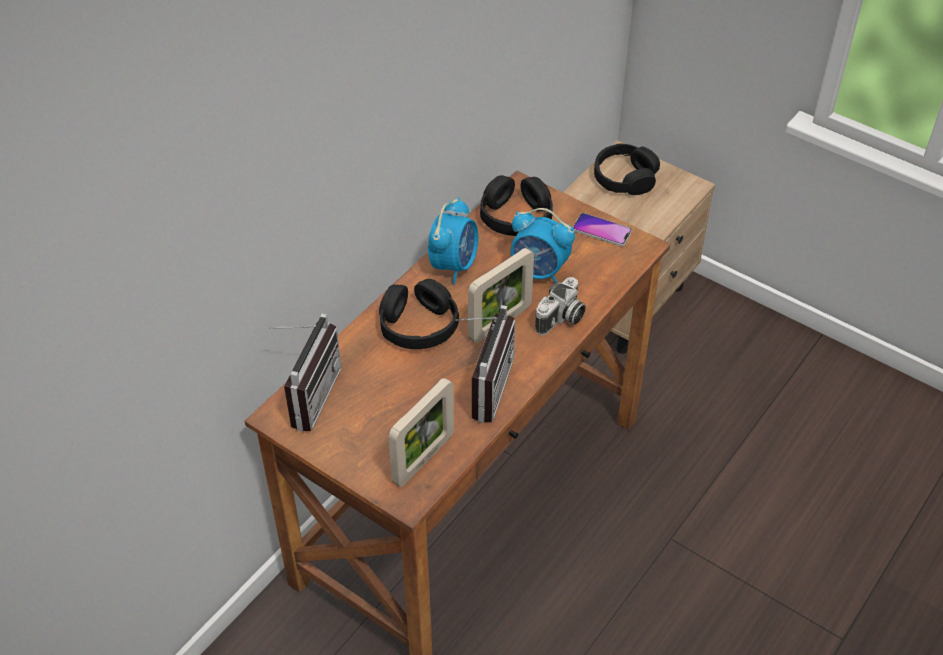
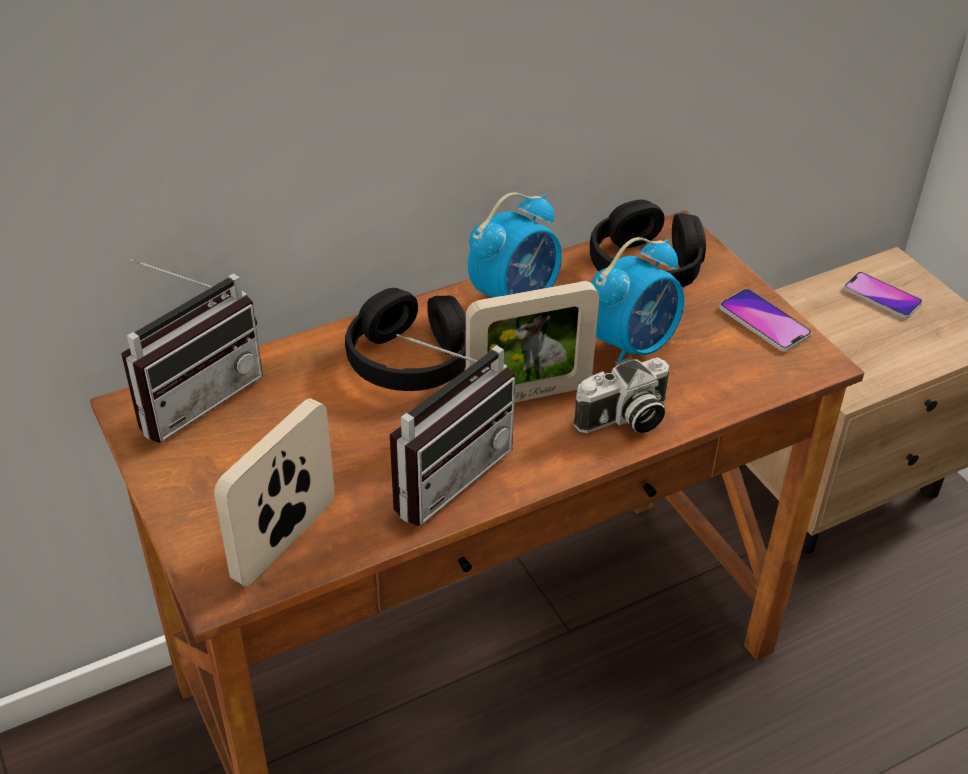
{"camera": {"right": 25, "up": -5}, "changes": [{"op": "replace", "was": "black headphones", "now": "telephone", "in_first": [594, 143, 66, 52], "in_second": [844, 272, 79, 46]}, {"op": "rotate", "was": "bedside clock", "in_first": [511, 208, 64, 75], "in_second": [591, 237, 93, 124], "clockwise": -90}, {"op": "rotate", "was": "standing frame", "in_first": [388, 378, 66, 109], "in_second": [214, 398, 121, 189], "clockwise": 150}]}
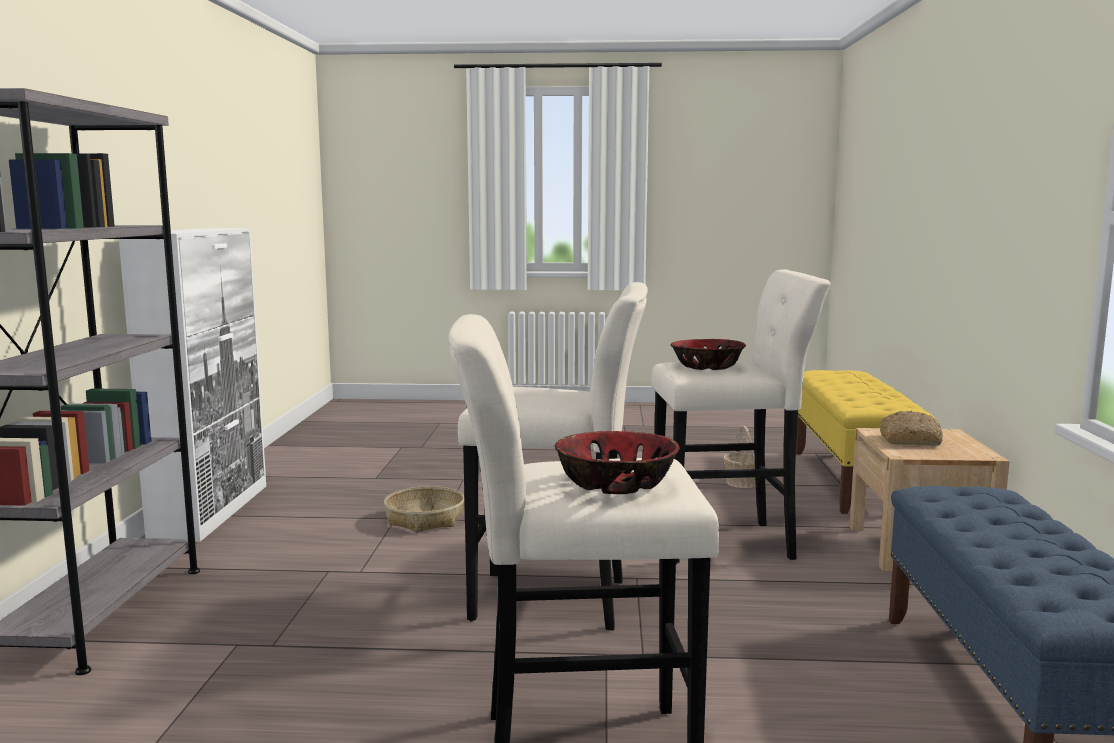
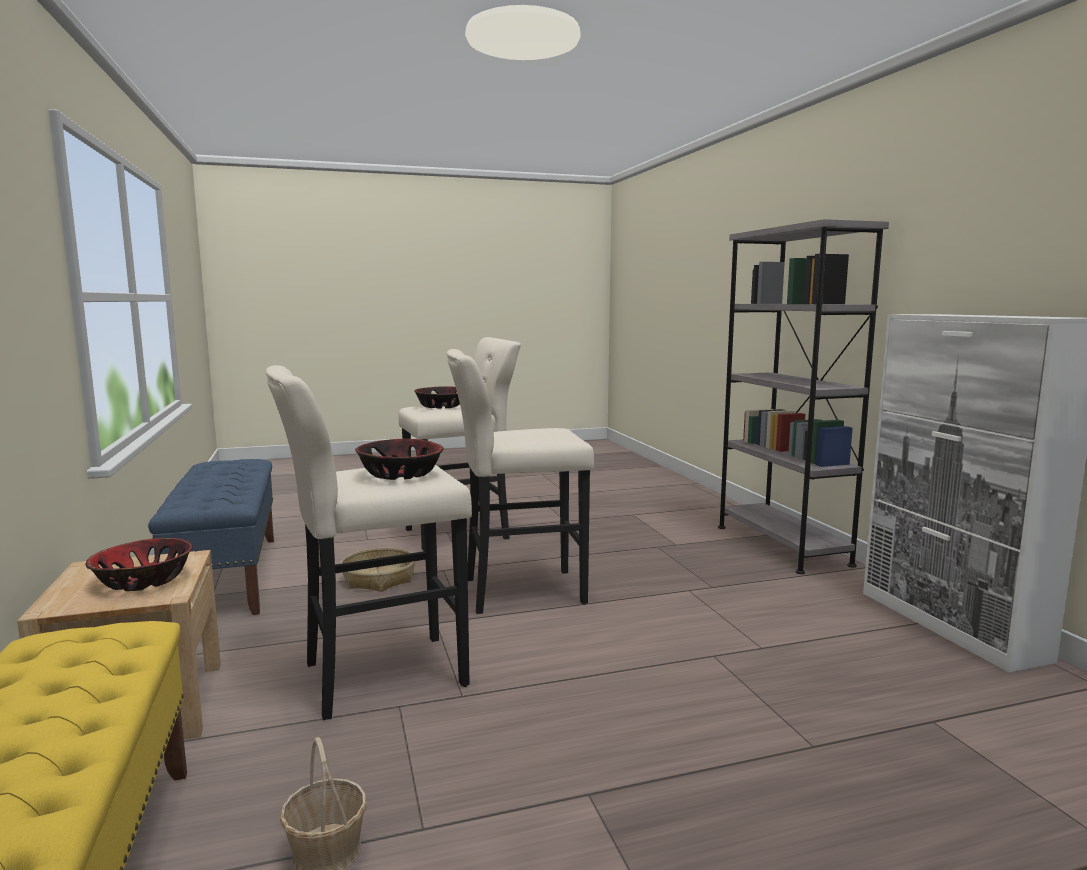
{"camera": {"right": 160, "up": 0}, "changes": [{"op": "replace", "was": "bakery bread", "now": "serving bowl", "in_first": [880, 411, 63, 35], "in_second": [85, 538, 108, 53]}, {"op": "move", "was": "household basket", "in_first": [384, 486, 80, 47], "in_second": [341, 548, 74, 44]}]}
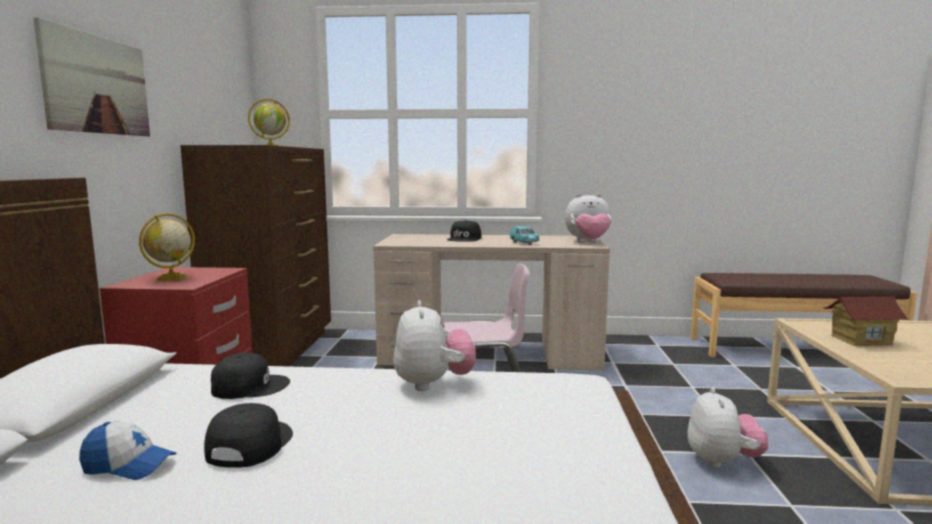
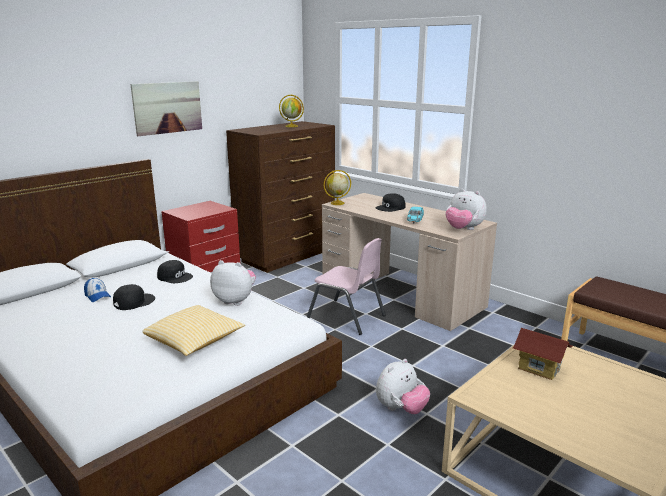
{"camera": {"right": 40, "up": 10}, "changes": [{"op": "move", "was": "globe", "in_first": [139, 213, 56, 68], "in_second": [324, 170, 27, 35]}, {"op": "rotate", "was": "cuddly toy", "in_first": [393, 300, 83, 91], "in_second": [210, 260, 46, 46], "clockwise": -105}, {"op": "insert", "now": "cushion", "in_second": [142, 305, 103, 51]}]}
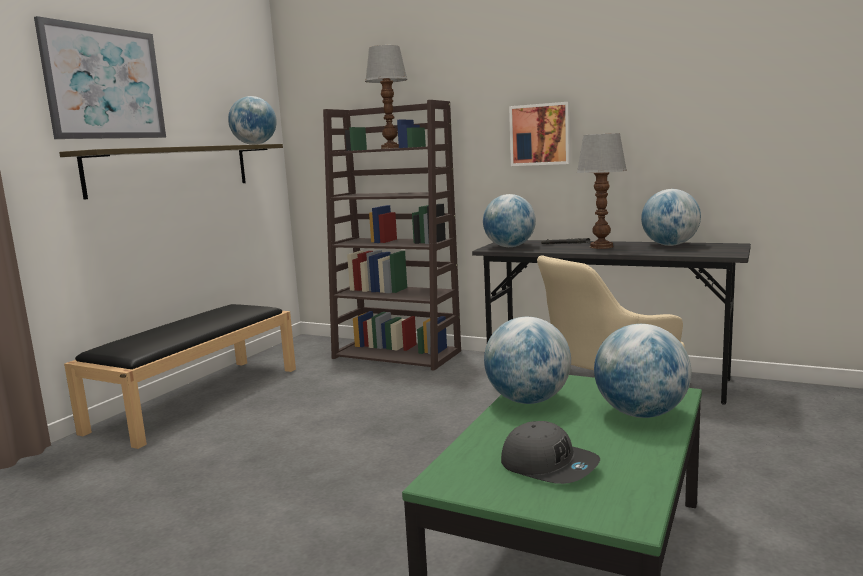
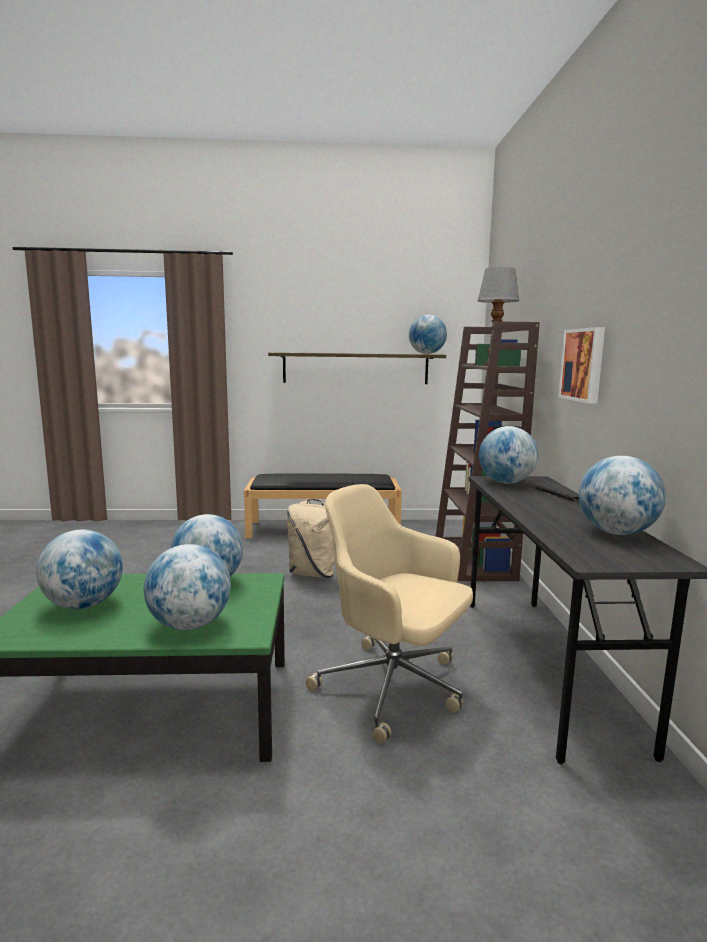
{"camera": {"right": 60, "up": 0}, "changes": [{"op": "delete", "was": "wall picture", "in_first": [34, 16, 132, 123]}, {"op": "delete", "was": "lamp for a table", "in_first": [576, 133, 51, 116]}, {"op": "replace", "was": "gray baseball cap", "now": "globe", "in_first": [501, 421, 99, 63], "in_second": [36, 530, 87, 79]}, {"op": "insert", "now": "beige knapsack", "in_second": [287, 499, 49, 79]}]}
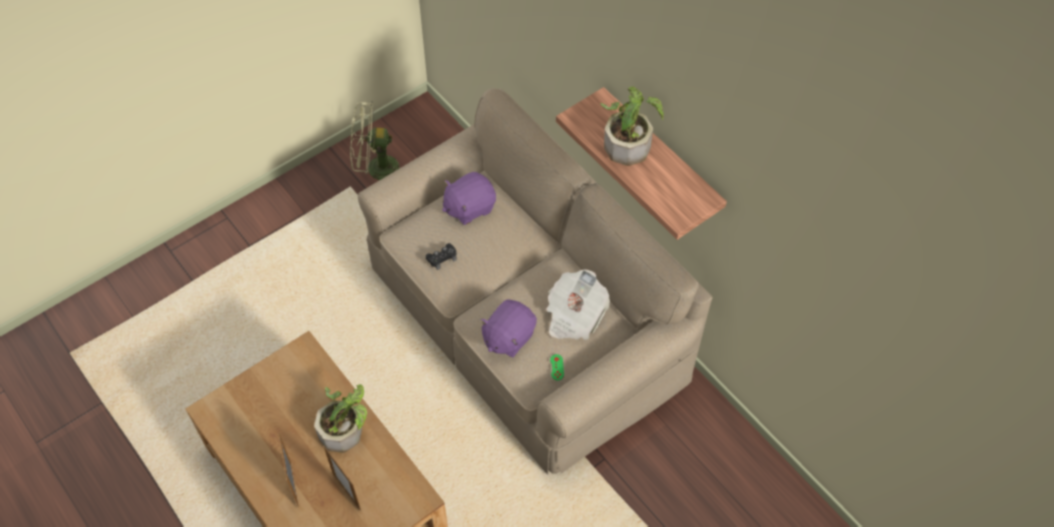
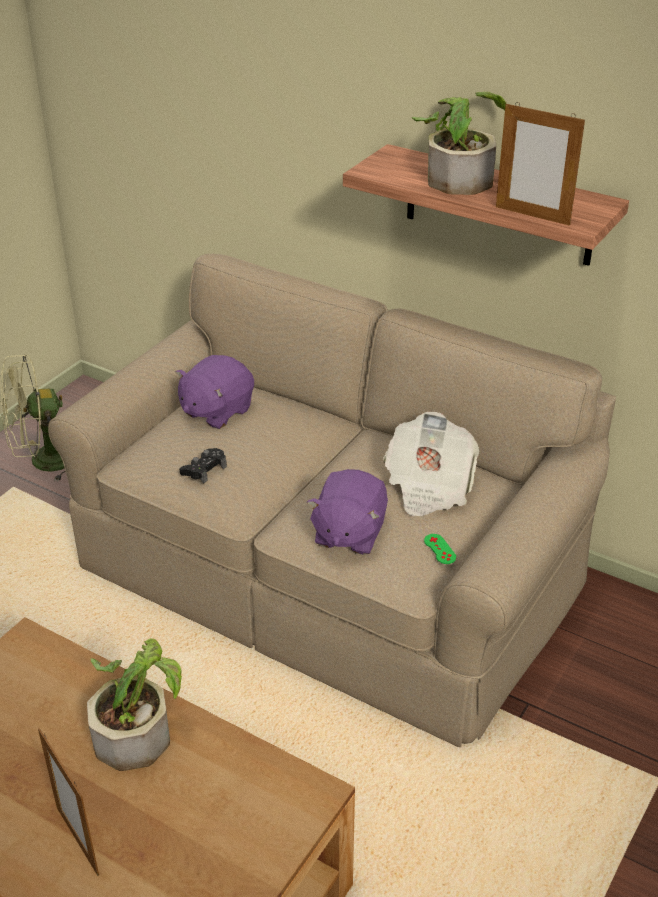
{"camera": {"right": -20, "up": -20}, "changes": [{"op": "move", "was": "standing frame", "in_first": [324, 446, 37, 65], "in_second": [496, 102, 89, 124]}]}
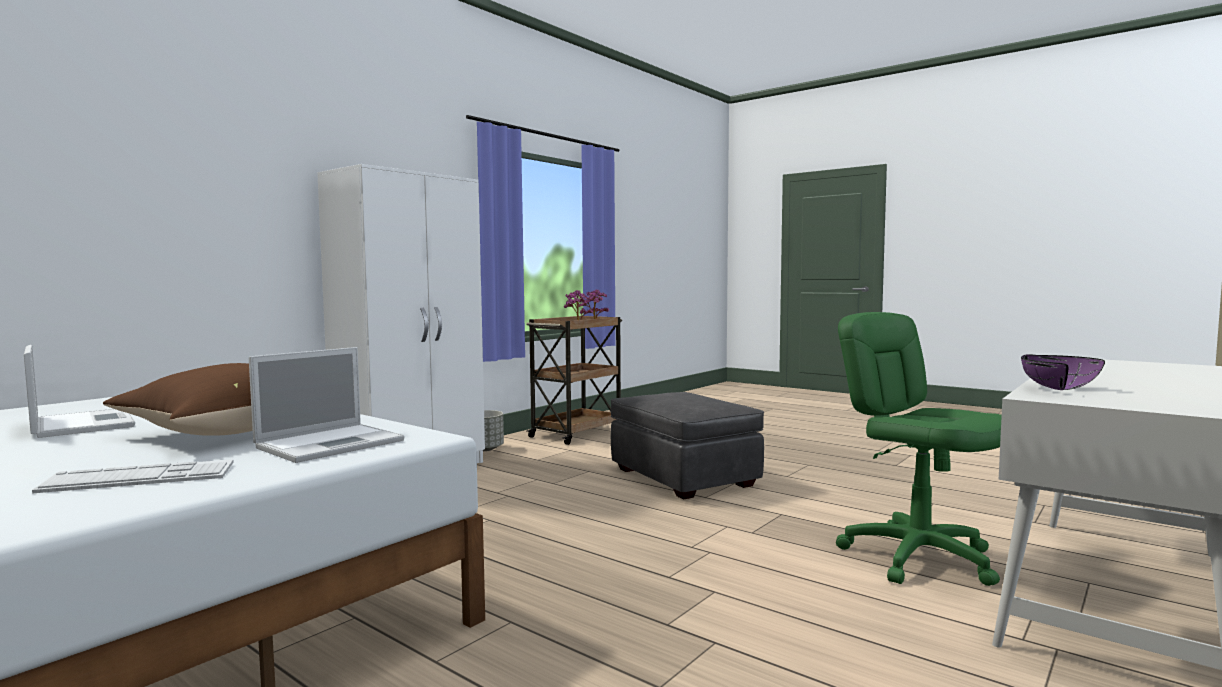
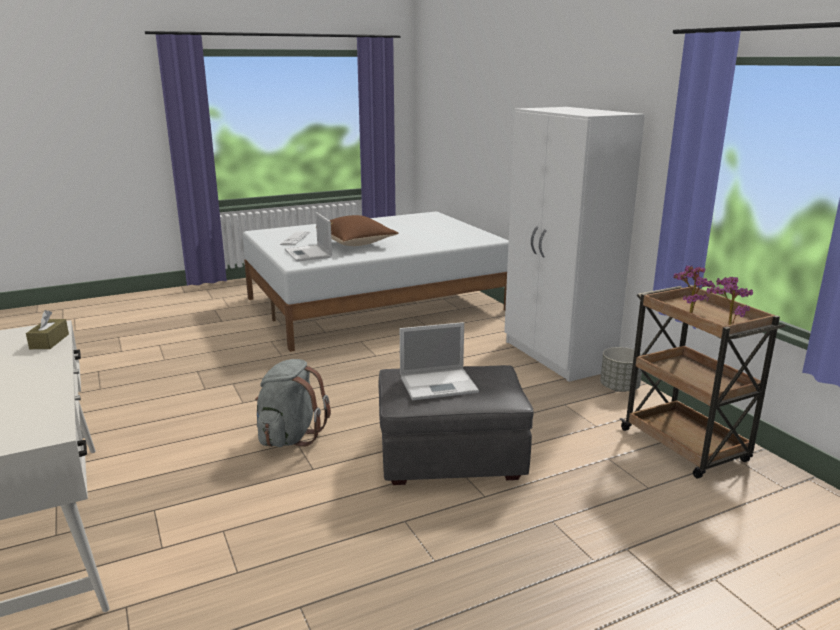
{"camera": {"right": 115, "up": 15}, "changes": [{"op": "delete", "was": "greenish desk chair", "in_first": [836, 312, 166, 274]}, {"op": "move", "was": "laptop", "in_first": [24, 345, 111, 93], "in_second": [400, 322, 79, 78]}, {"op": "replace", "was": "purplish serving bowl", "now": "brown-coloured box of tissues", "in_first": [1021, 354, 84, 36], "in_second": [26, 310, 43, 39]}, {"op": "insert", "now": "gray knapsack", "in_second": [255, 359, 76, 88]}]}
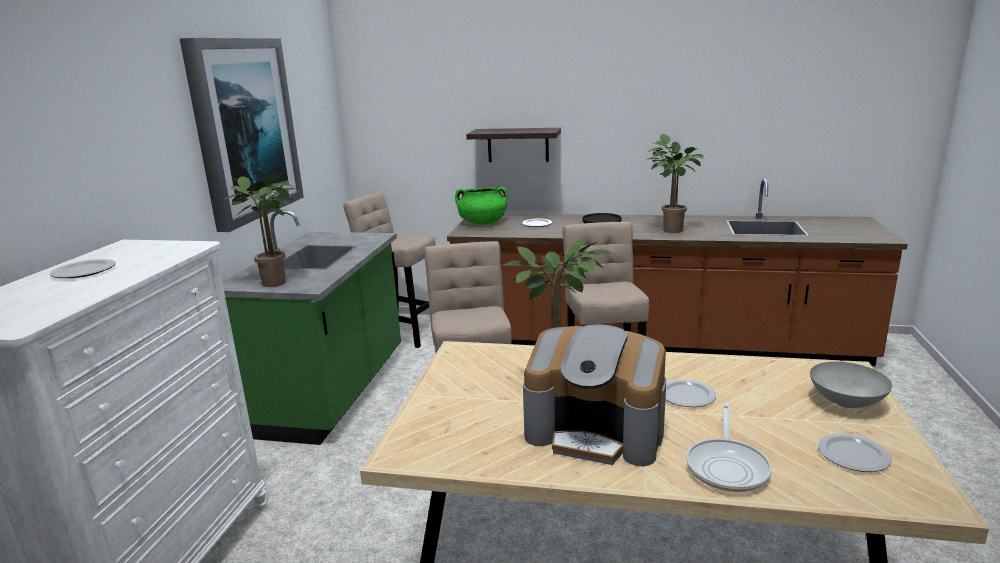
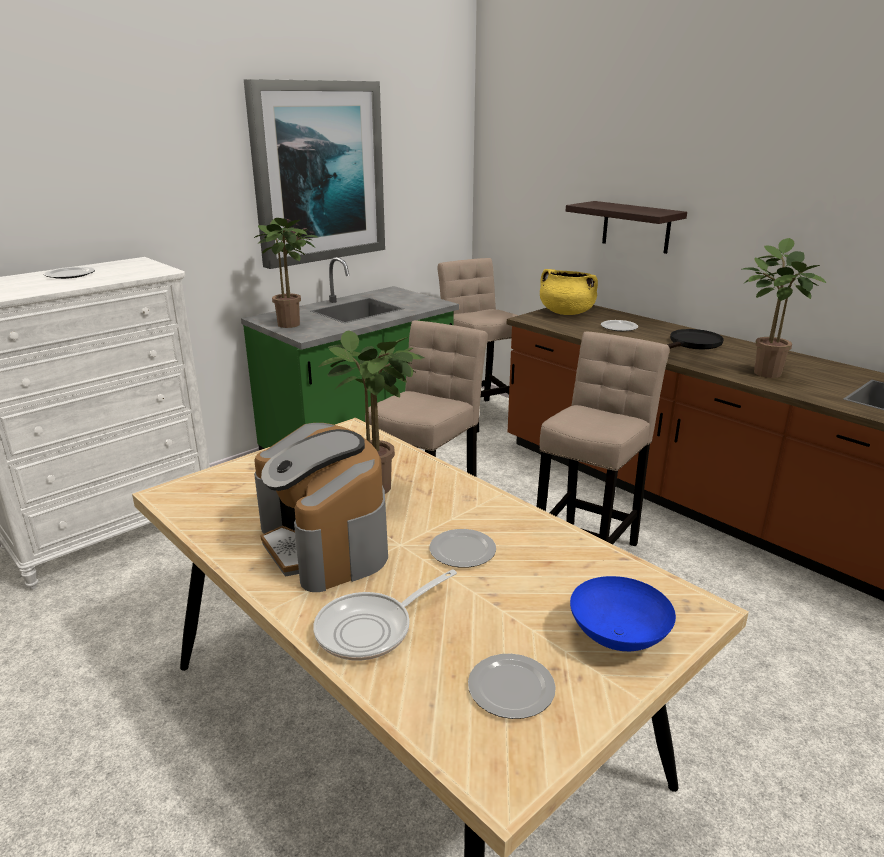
{"camera": {"right": 35, "up": 5}, "changes": [{"op": "recolor", "was": "greenish cooking pot", "now": "yellow-coloured cooking pot", "in_first": [455, 187, 52, 37], "in_second": [540, 269, 58, 46]}, {"op": "recolor", "was": "gray serving bowl", "now": "blue-coloured serving bowl", "in_first": [810, 362, 83, 46], "in_second": [570, 576, 106, 75]}]}
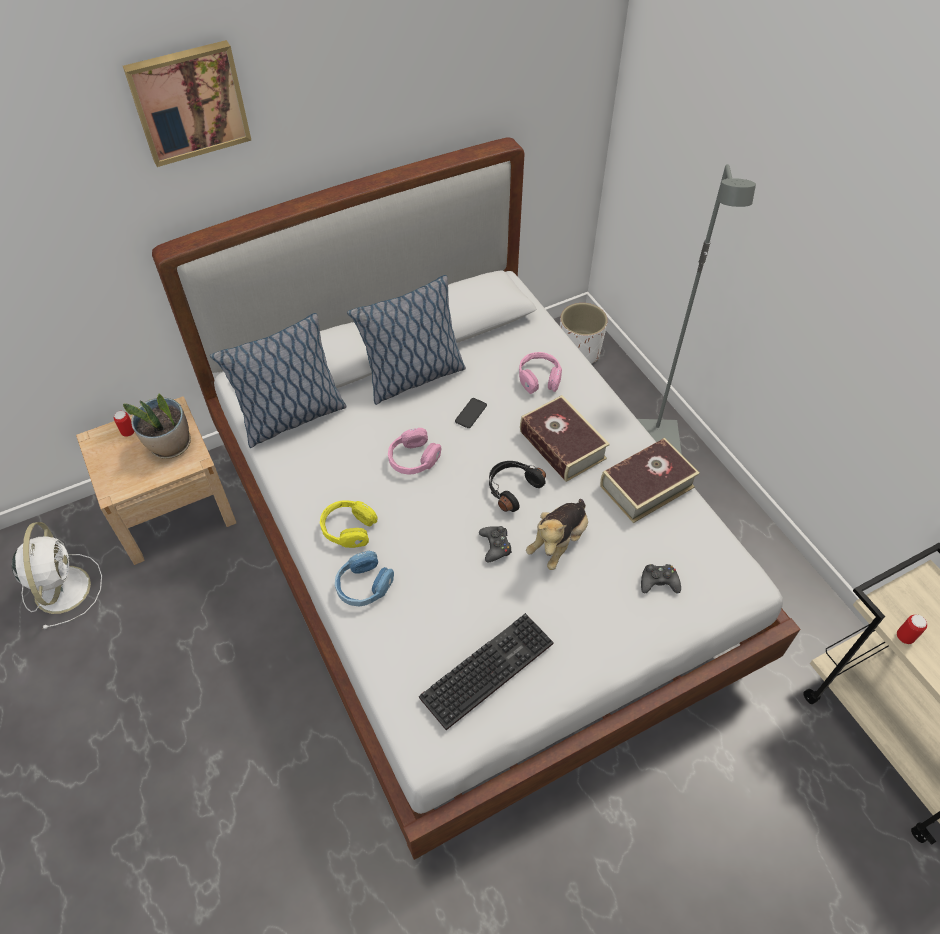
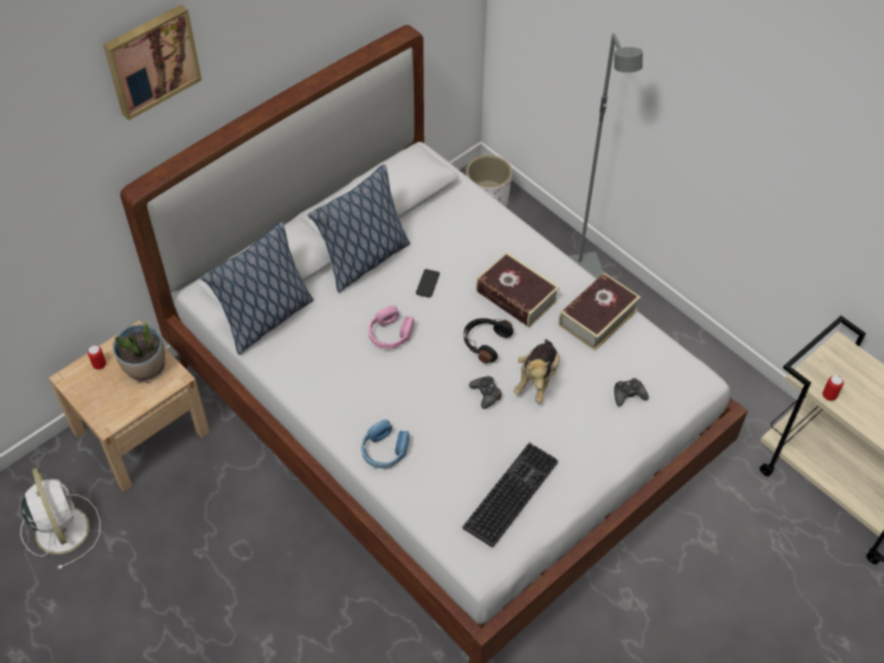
{"camera": {"right": -15, "up": 0}, "changes": [{"op": "delete", "was": "pinkish headphones", "in_first": [519, 352, 43, 42]}, {"op": "delete", "was": "yellow-coloured headphones", "in_first": [320, 500, 58, 48]}]}
